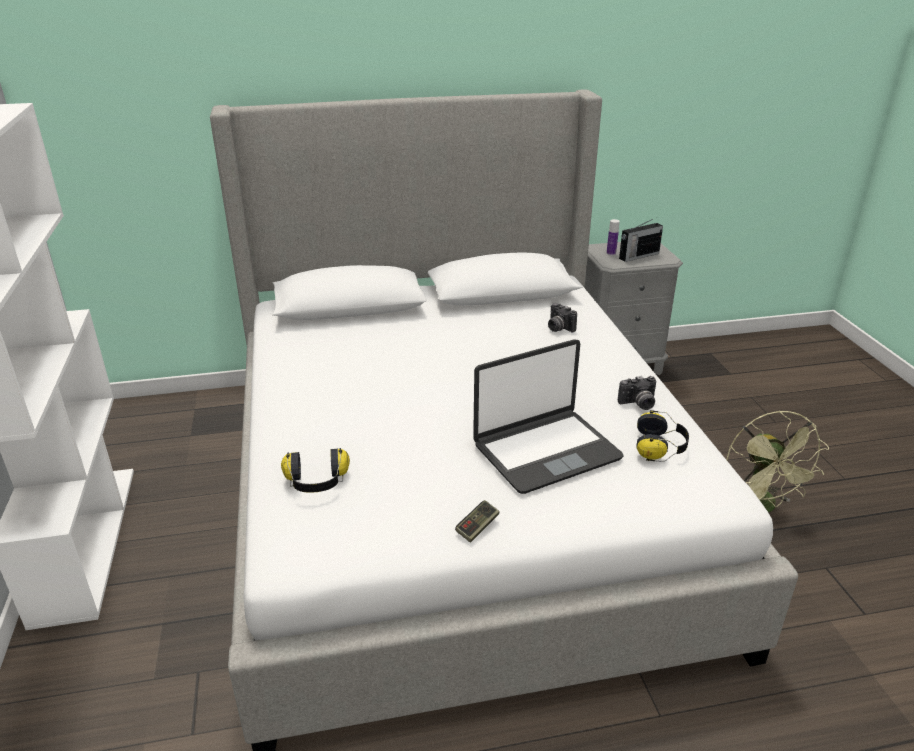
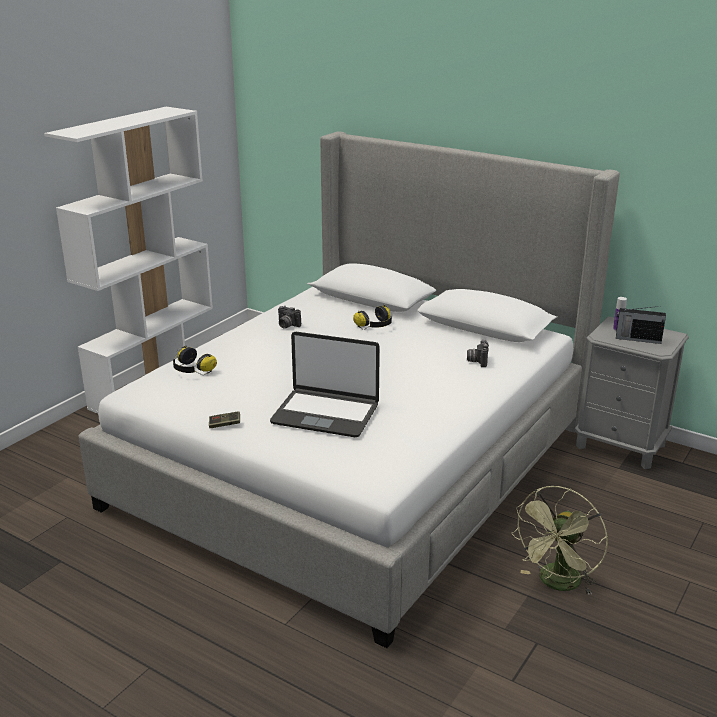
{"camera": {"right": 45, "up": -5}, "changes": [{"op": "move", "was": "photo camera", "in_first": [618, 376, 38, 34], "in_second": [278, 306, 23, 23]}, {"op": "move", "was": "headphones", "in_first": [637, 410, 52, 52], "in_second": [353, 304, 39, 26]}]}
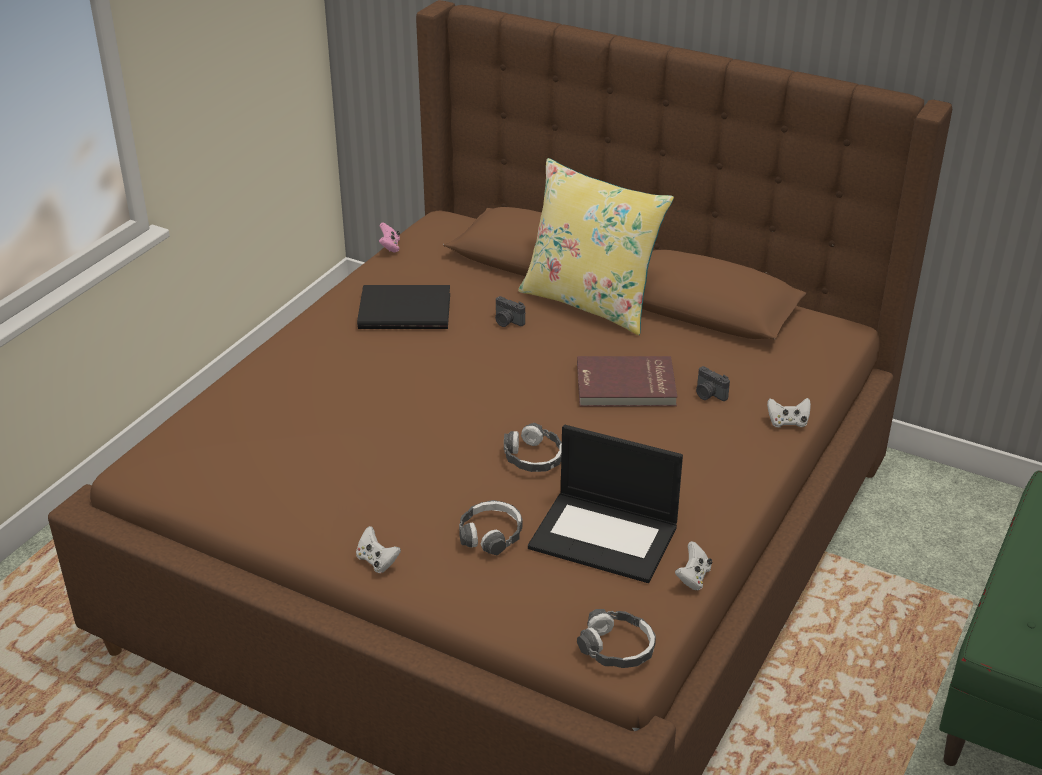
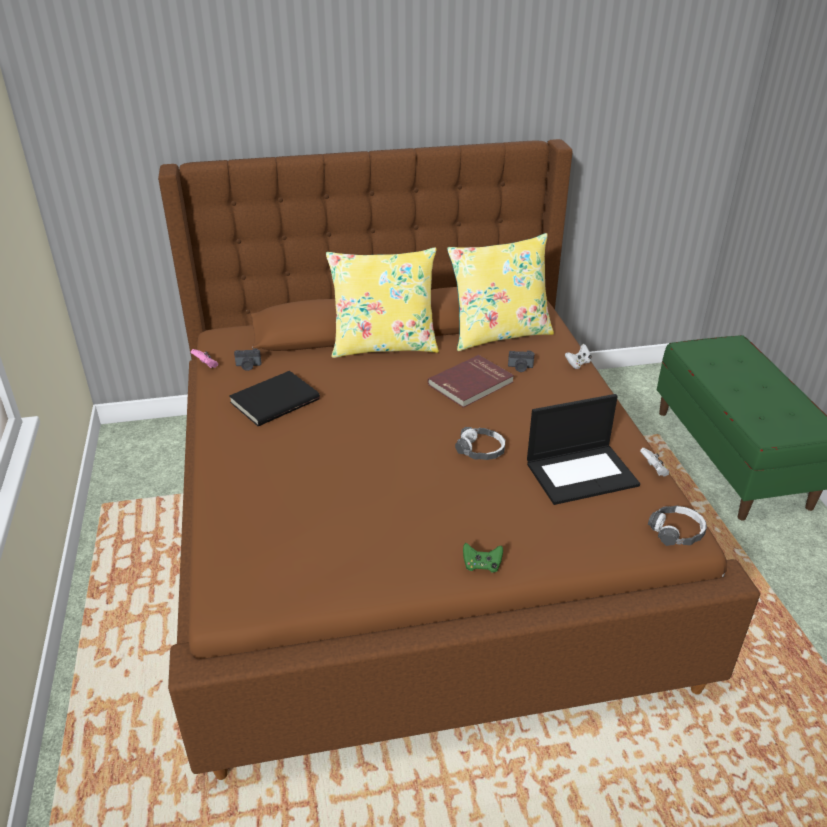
{"camera": {"right": -40, "up": 0}, "changes": [{"op": "move", "was": "photo camera", "in_first": [495, 296, 30, 31], "in_second": [234, 348, 27, 23]}, {"op": "delete", "was": "headphones", "in_first": [459, 500, 64, 56]}, {"op": "recolor", "was": "whitish joypad", "now": "greenish joypad", "in_first": [356, 526, 45, 47], "in_second": [463, 543, 40, 30]}, {"op": "insert", "now": "yellow-coloured cushion", "in_second": [447, 233, 107, 118]}]}
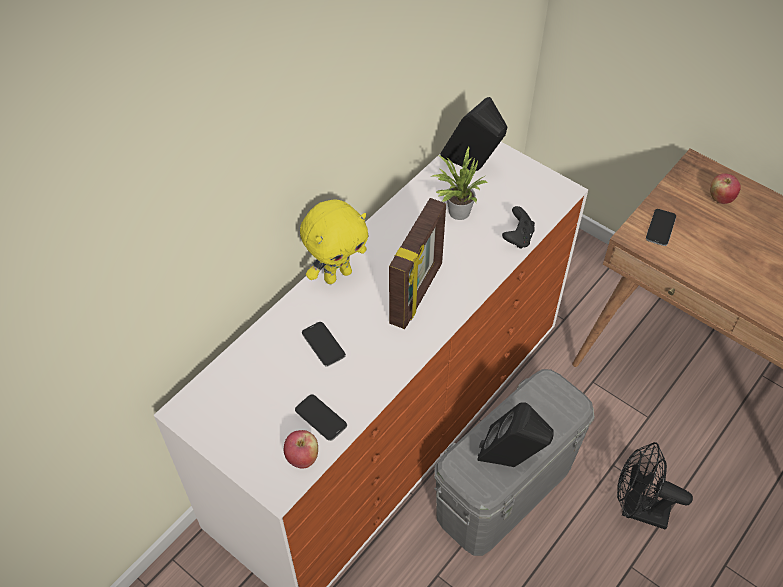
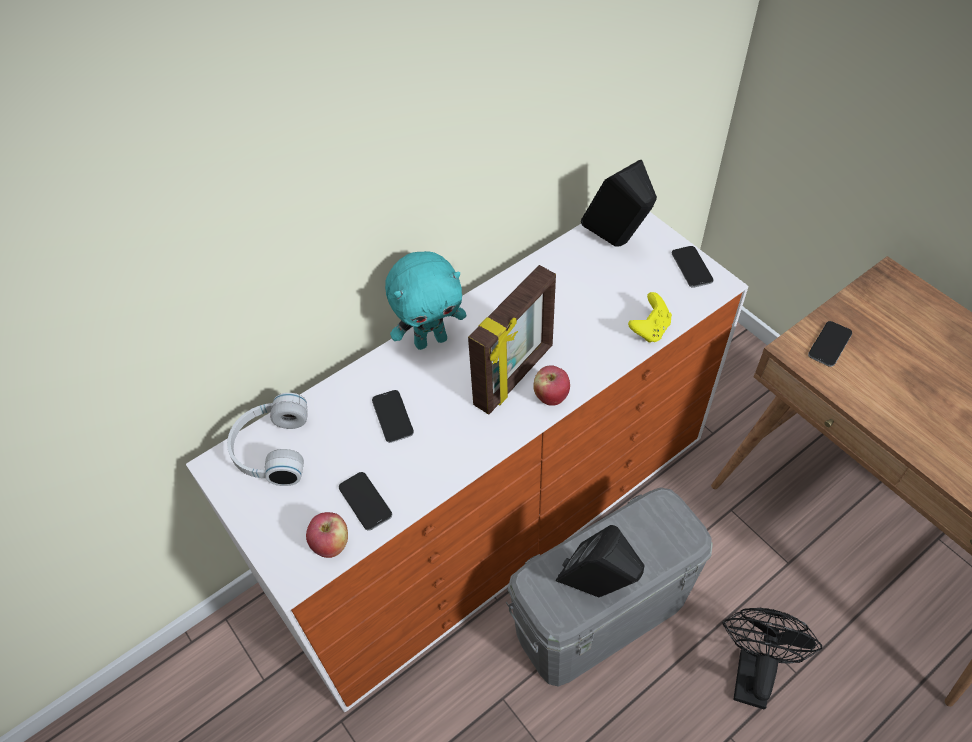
{"camera": {"right": 15, "up": 0}, "changes": [{"op": "delete", "was": "potted plant", "in_first": [433, 146, 55, 74]}, {"op": "move", "was": "whole apple", "in_first": [710, 173, 31, 31], "in_second": [533, 365, 37, 41]}, {"op": "recolor", "was": "yellow-coloured cuddly toy", "now": "turquoise cuddly toy", "in_first": [300, 200, 68, 84], "in_second": [385, 251, 81, 99]}, {"op": "recolor", "was": "black joypad", "now": "yellow-coloured joypad", "in_first": [502, 206, 33, 43], "in_second": [628, 292, 44, 51]}, {"op": "rotate", "was": "black electric fan", "in_first": [617, 442, 76, 88], "in_second": [722, 608, 100, 101], "clockwise": 75}, {"op": "insert", "now": "telephone", "in_second": [672, 246, 42, 42]}, {"op": "insert", "now": "whitish headphones", "in_second": [227, 393, 81, 93]}]}
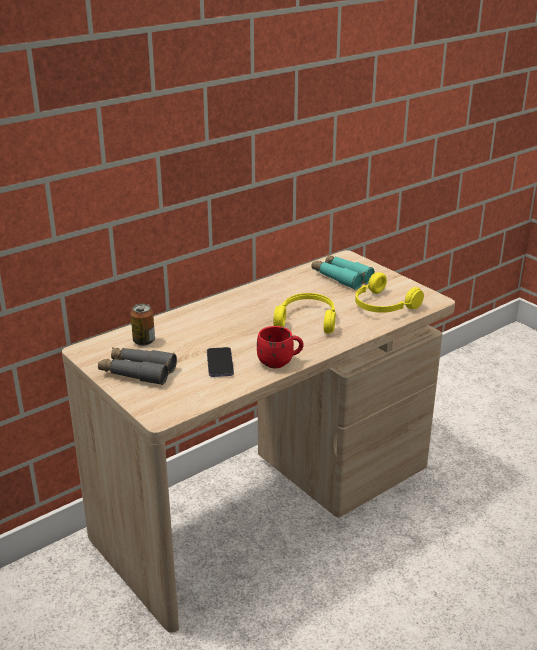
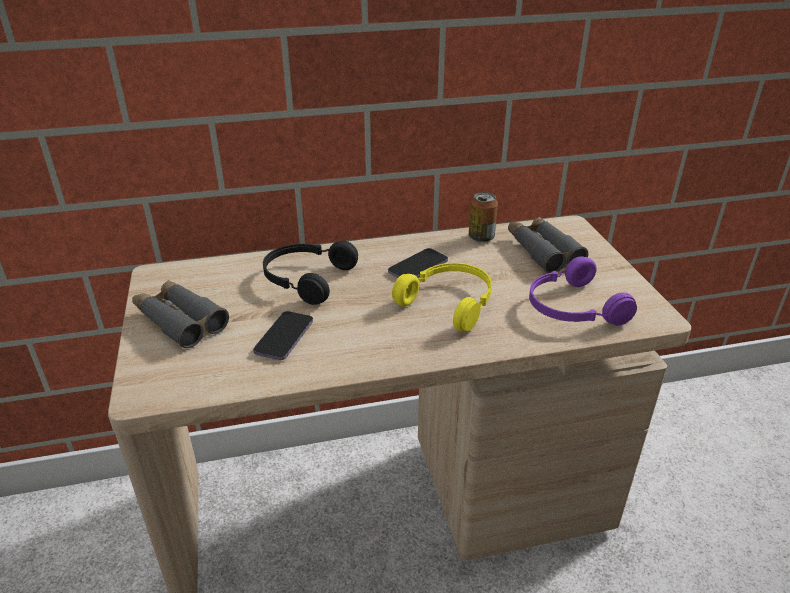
{"camera": {"right": 25, "up": 5}, "changes": [{"op": "recolor", "was": "turquoise pair of binoculars", "now": "gray pair of binoculars", "in_first": [311, 255, 64, 35], "in_second": [508, 217, 80, 56]}, {"op": "recolor", "was": "yellow-coloured headphones", "now": "purplish headphones", "in_first": [355, 272, 69, 41], "in_second": [529, 256, 108, 69]}, {"op": "move", "was": "metal can", "in_first": [131, 304, 24, 42], "in_second": [469, 192, 29, 50]}, {"op": "delete", "was": "reddish coffee mug", "in_first": [257, 326, 47, 42]}, {"op": "insert", "now": "black headphones", "in_second": [263, 241, 95, 64]}, {"op": "insert", "now": "telephone", "in_second": [388, 248, 60, 30]}]}
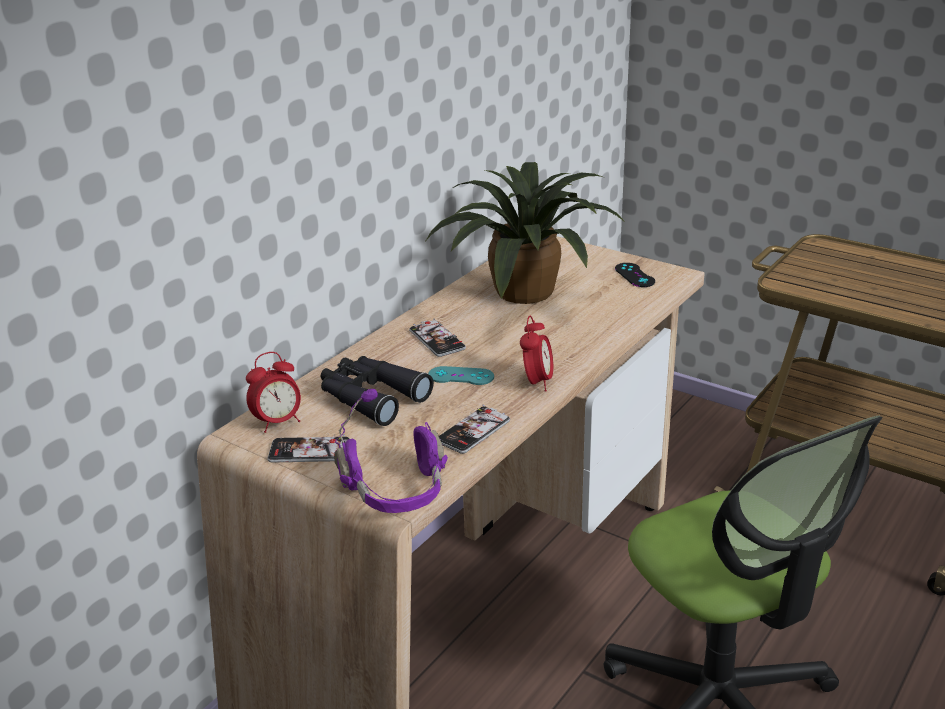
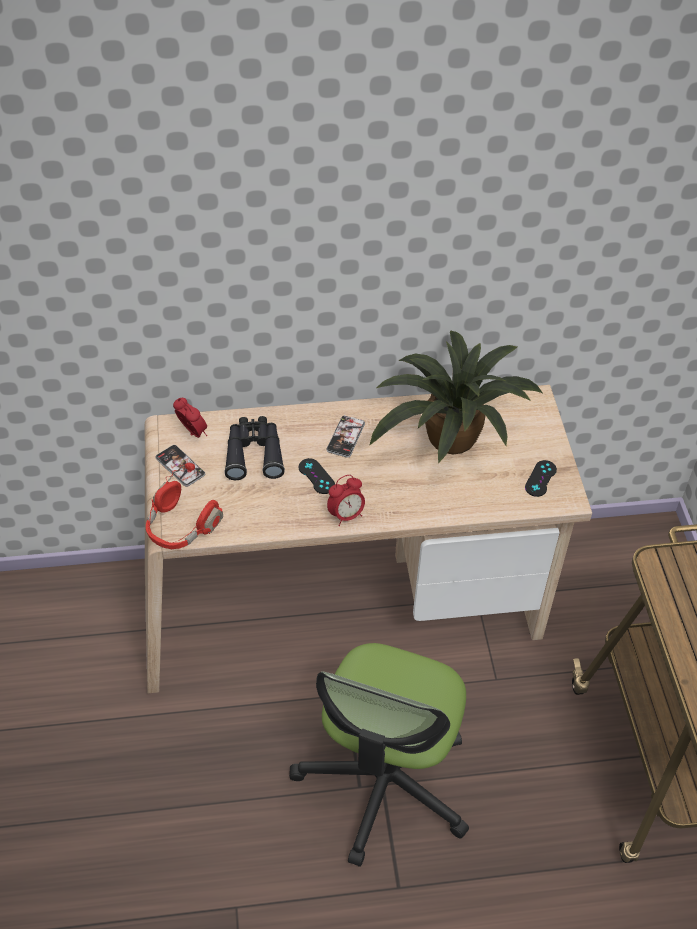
{"camera": {"right": 45, "up": 20}, "changes": [{"op": "rotate", "was": "bedside clock", "in_first": [246, 352, 55, 81], "in_second": [173, 398, 34, 40], "clockwise": -150}, {"op": "recolor", "was": "turquoise joypad", "now": "black joypad", "in_first": [428, 366, 66, 19], "in_second": [299, 458, 36, 36]}, {"op": "recolor", "was": "purplish headphones", "now": "reddish headphones", "in_first": [334, 389, 114, 124], "in_second": [146, 463, 77, 86]}, {"op": "delete", "was": "telephone", "in_first": [439, 404, 71, 50]}]}
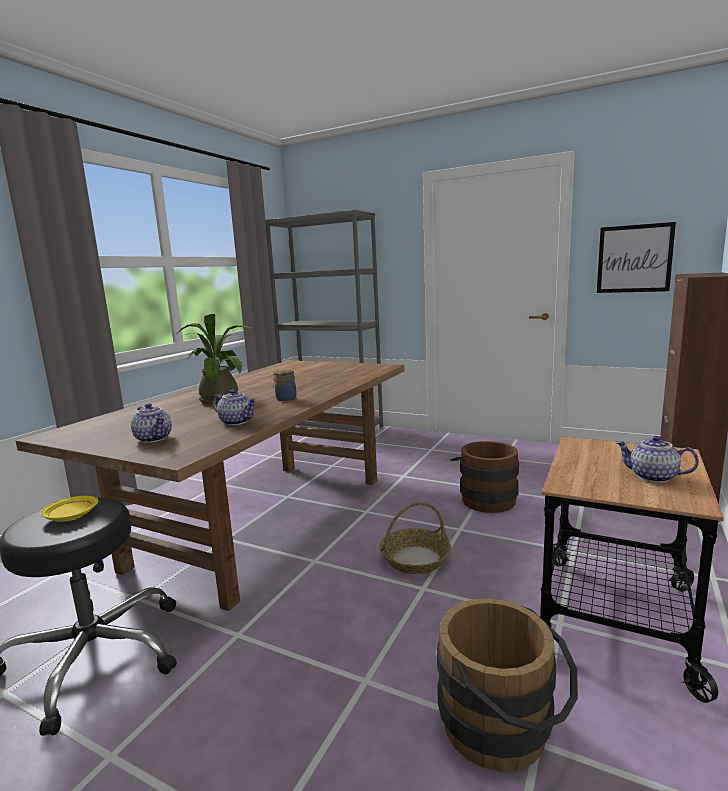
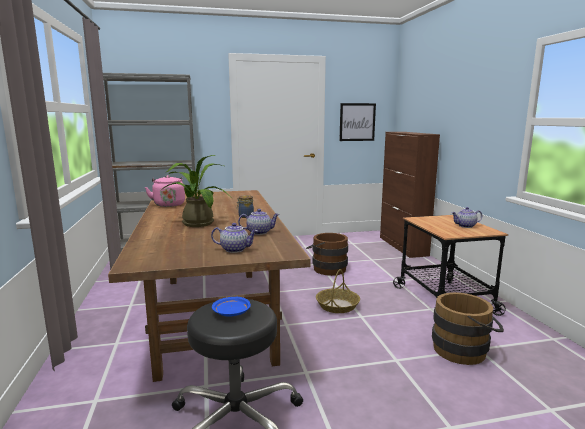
{"camera": {"right": -40, "up": 0}, "changes": [{"op": "recolor", "was": "yellow-coloured flat dish", "now": "blue-coloured flat dish", "in_first": [41, 496, 57, 25], "in_second": [212, 297, 39, 20]}, {"op": "insert", "now": "pinkish water kettle", "in_second": [145, 175, 40, 32]}]}
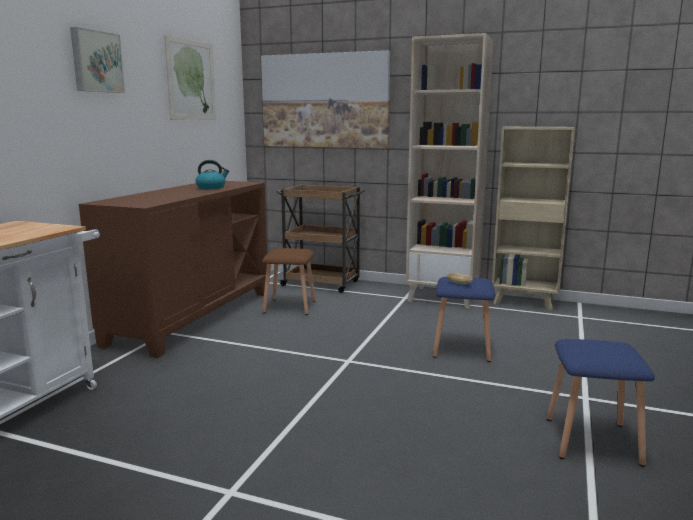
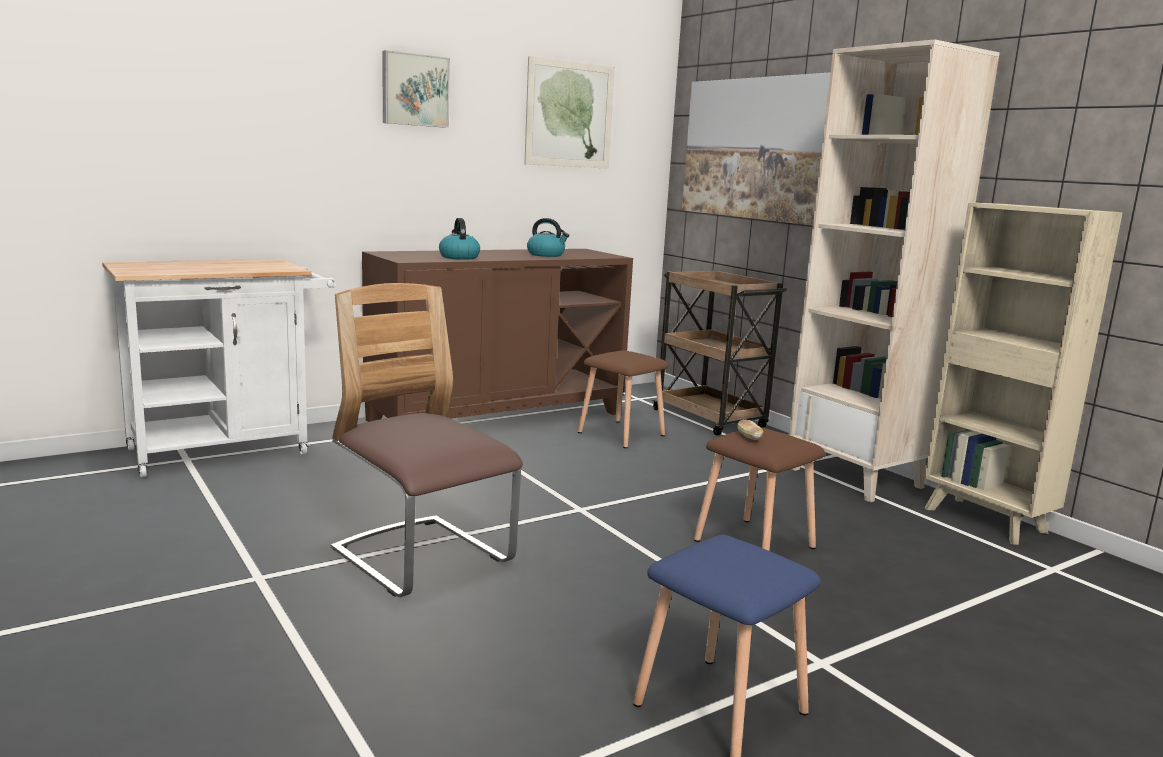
{"camera": {"right": 35, "up": 0}, "changes": [{"op": "recolor", "was": "blue-coloured stool seat", "now": "brown-coloured stool seat", "in_first": [433, 277, 62, 85], "in_second": [694, 427, 131, 124]}, {"op": "insert", "now": "water kettle", "in_second": [439, 218, 41, 42]}, {"op": "insert", "now": "plain chair", "in_second": [331, 283, 192, 314]}]}
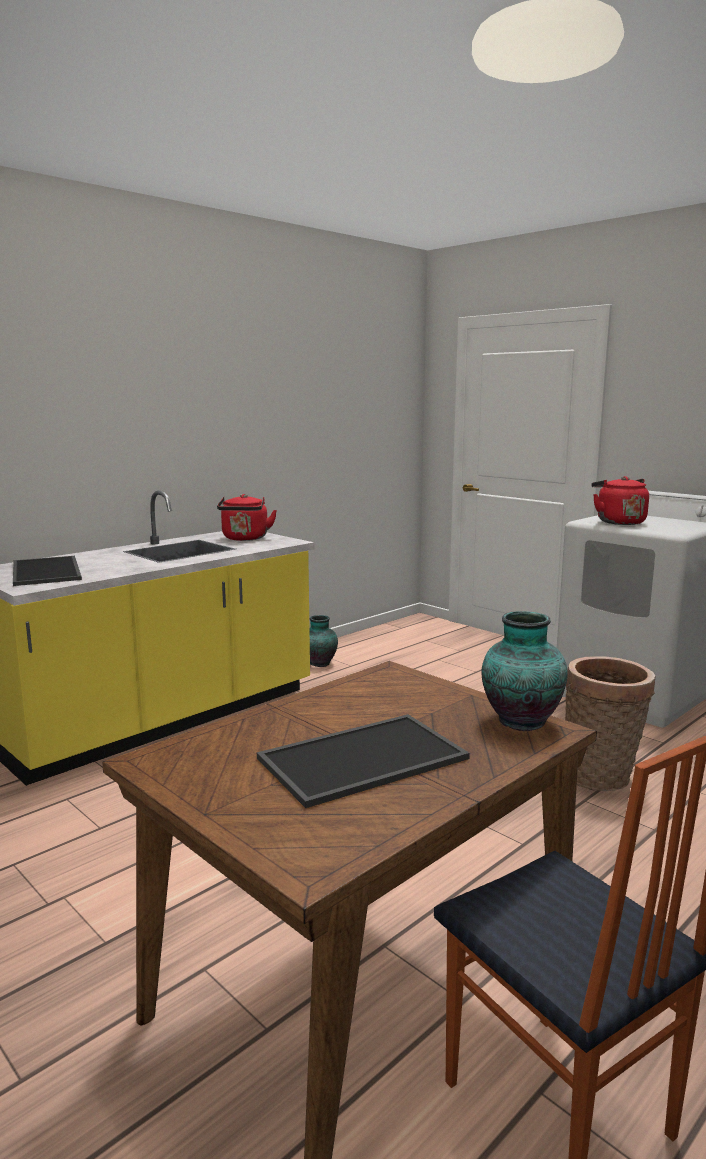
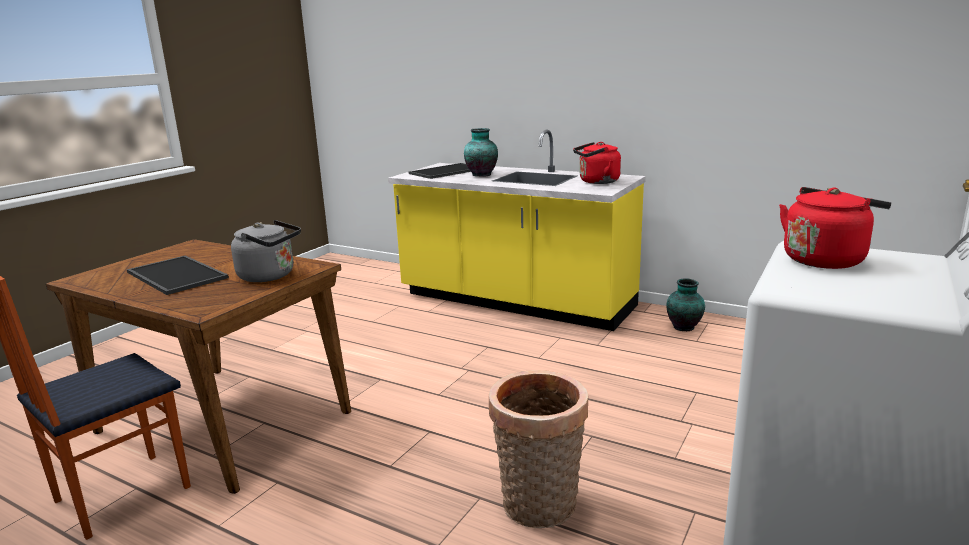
{"camera": {"right": 75, "up": 5}, "changes": [{"op": "move", "was": "decorative vase", "in_first": [481, 611, 87, 120], "in_second": [464, 128, 34, 49]}, {"op": "insert", "now": "gray water kettle", "in_second": [231, 220, 70, 62]}]}
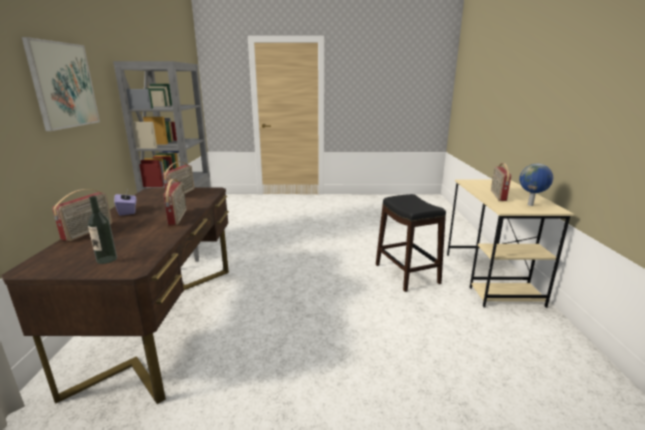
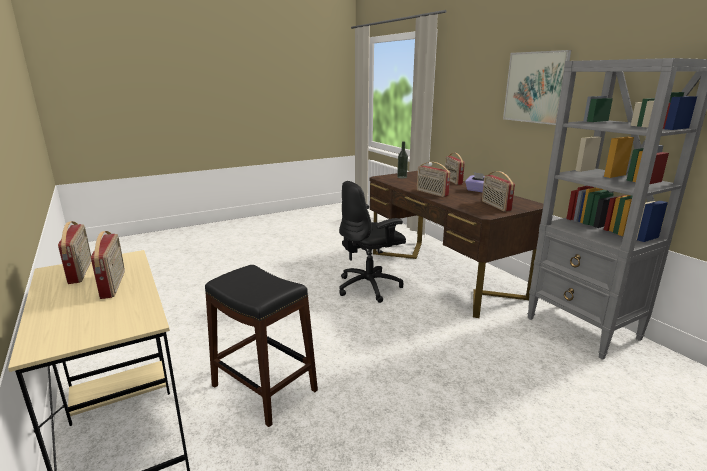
{"camera": {"right": 150, "up": 0}, "changes": [{"op": "replace", "was": "globe", "now": "radio set", "in_first": [519, 164, 34, 42], "in_second": [58, 221, 33, 63]}, {"op": "insert", "now": "black desk chair", "in_second": [339, 181, 67, 122]}]}
